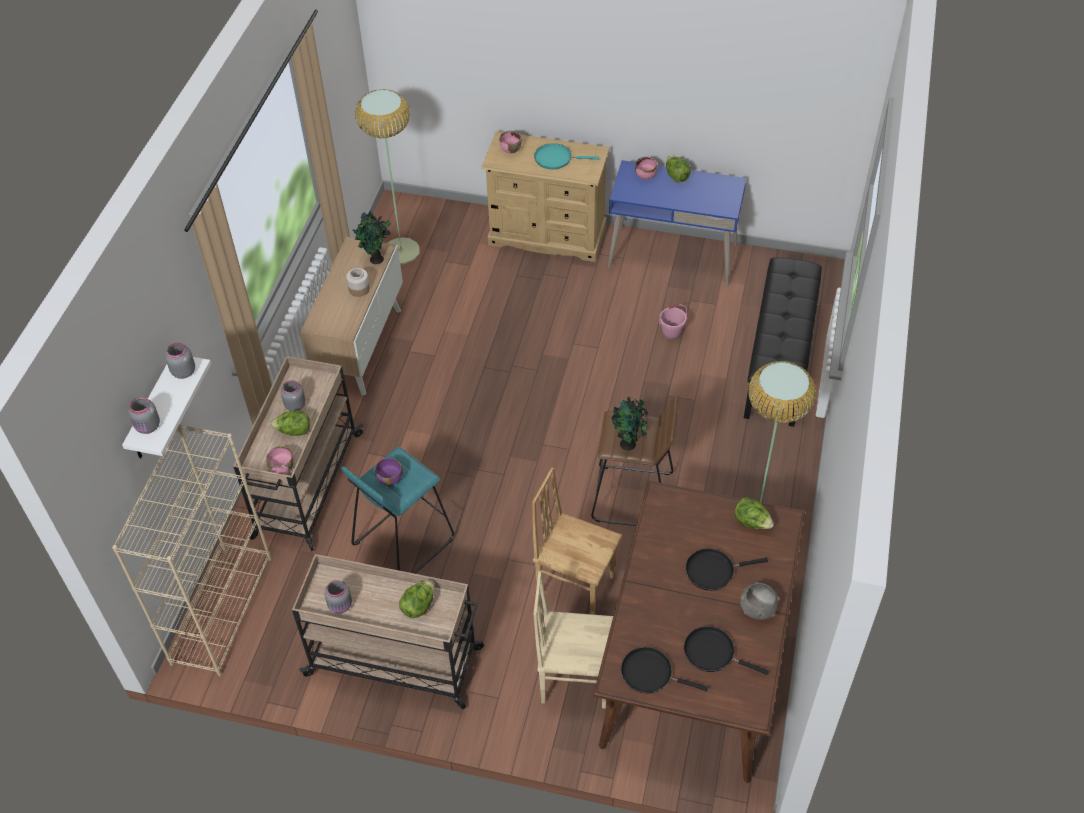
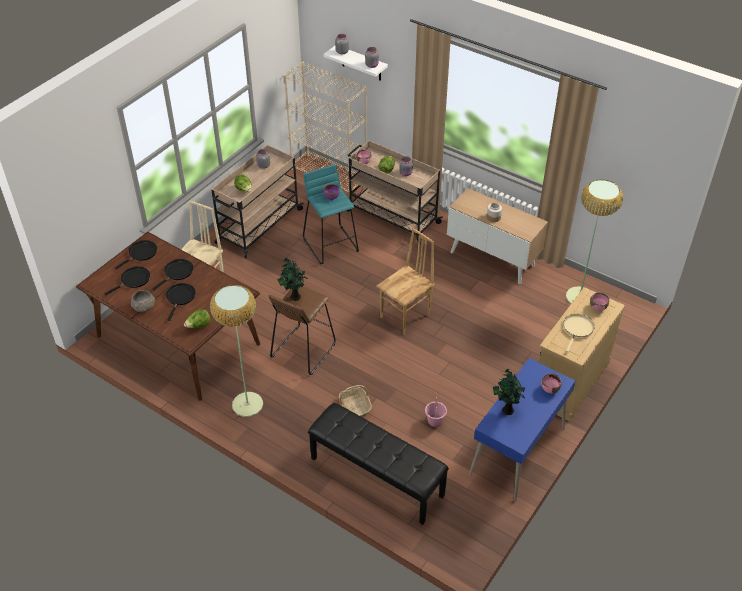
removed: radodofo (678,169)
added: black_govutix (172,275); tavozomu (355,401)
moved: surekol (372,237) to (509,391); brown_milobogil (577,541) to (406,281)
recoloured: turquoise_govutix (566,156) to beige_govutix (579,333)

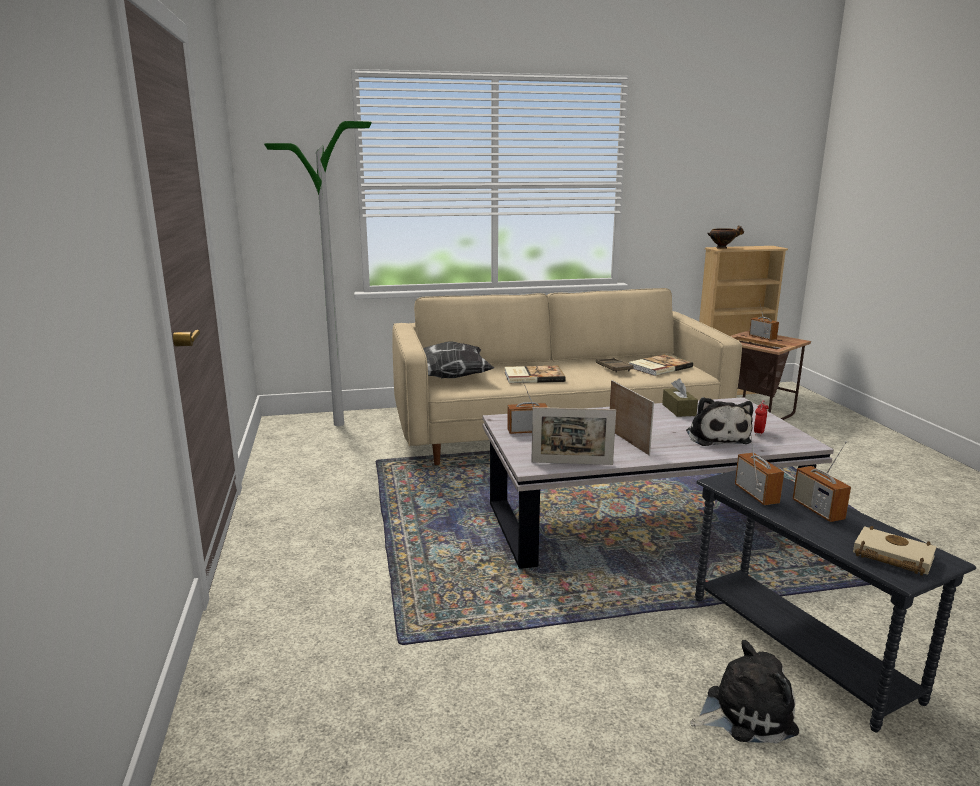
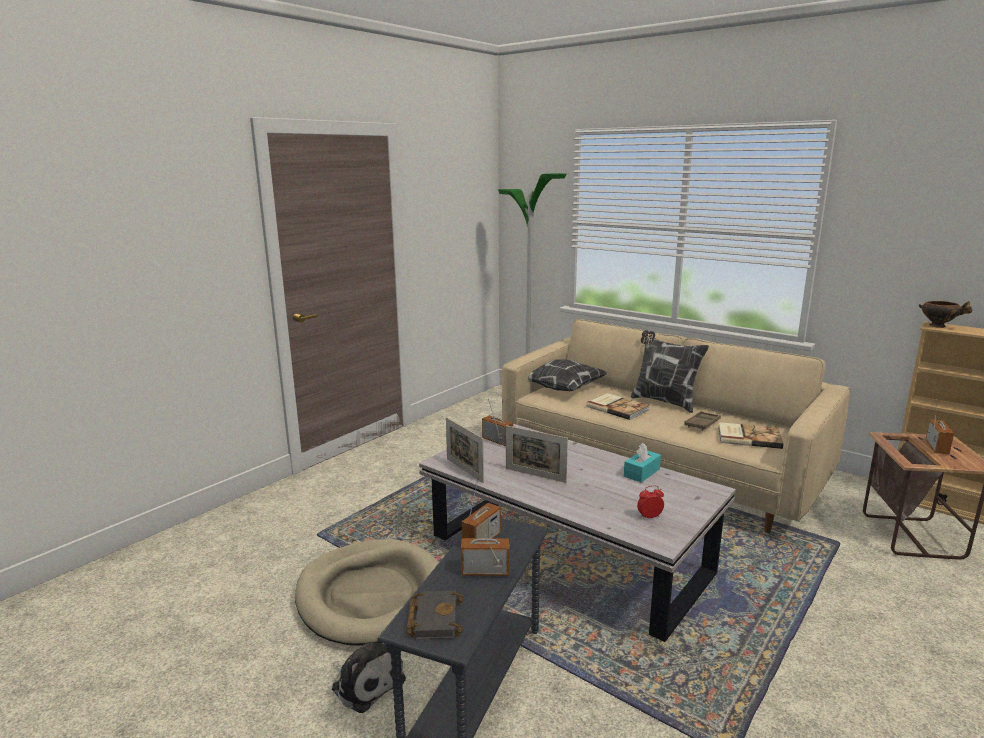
removed: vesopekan (719,421)
added: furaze (670,371); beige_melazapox (367,592)
recoloured: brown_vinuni (680,398) to turquoise_vinuni (642,463); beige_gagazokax (895,551) to black_gagazokax (435,615)
turned: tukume (632,418) = (537,454) 90 degrees clockwise; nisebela (821,481) = (485,546) 60 degrees clockwise

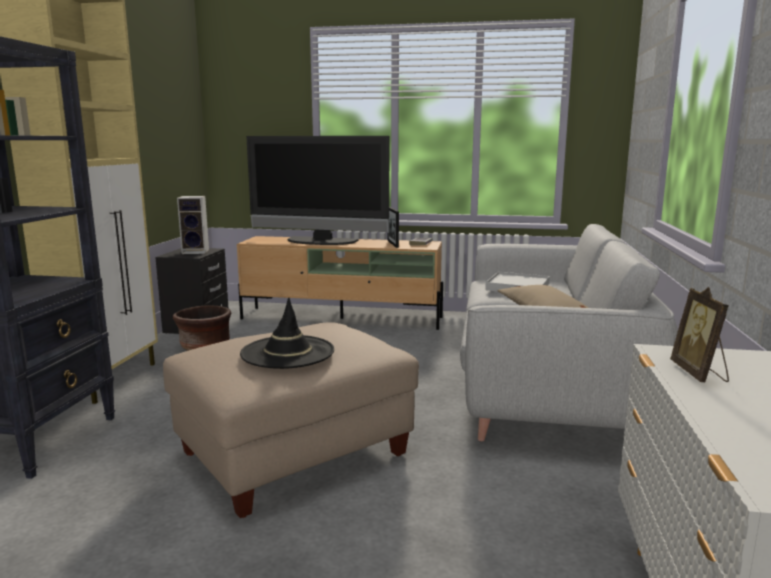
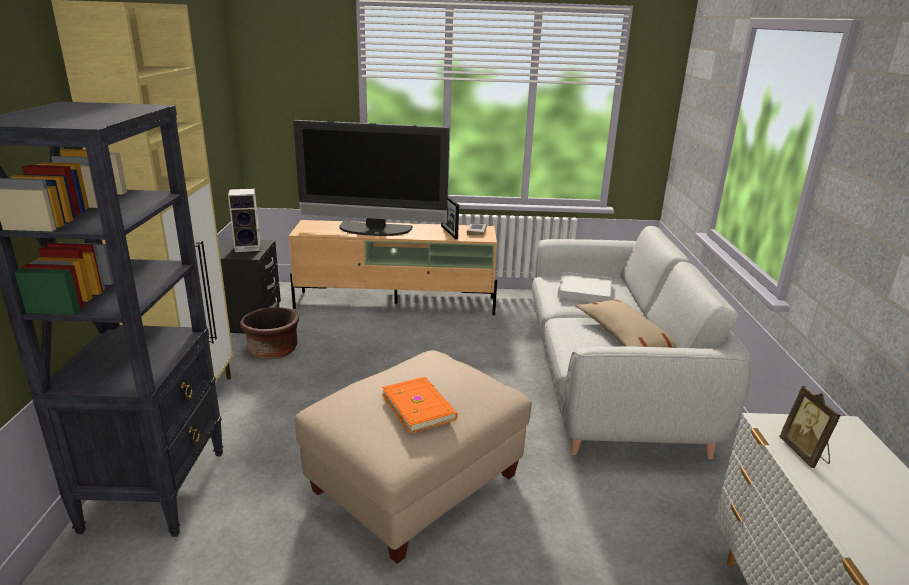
replaced: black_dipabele (287,333) to orange_gagazokax (420,405)

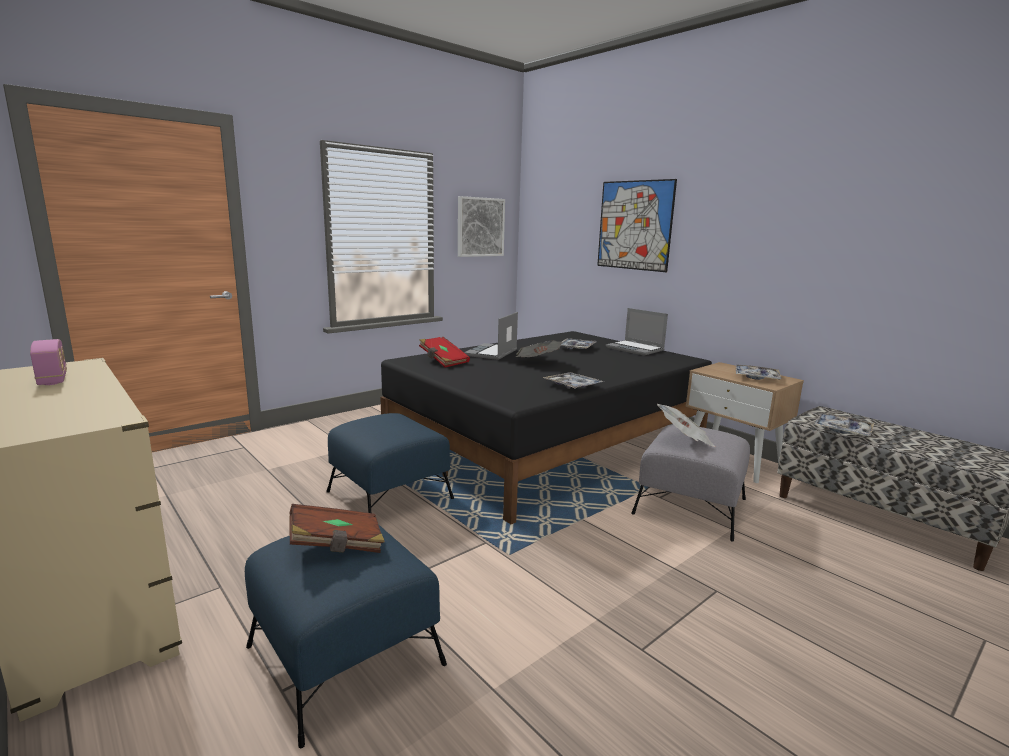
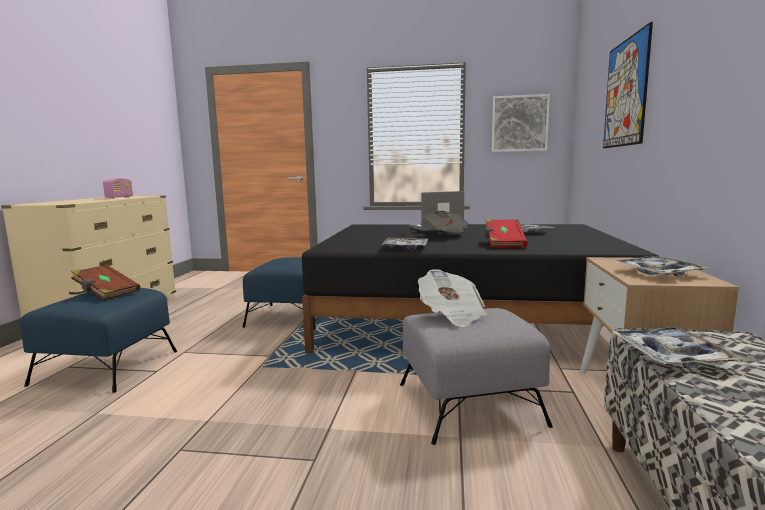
removed: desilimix (637,332)
moved: red_gagazokax (444,352) to (506,233)

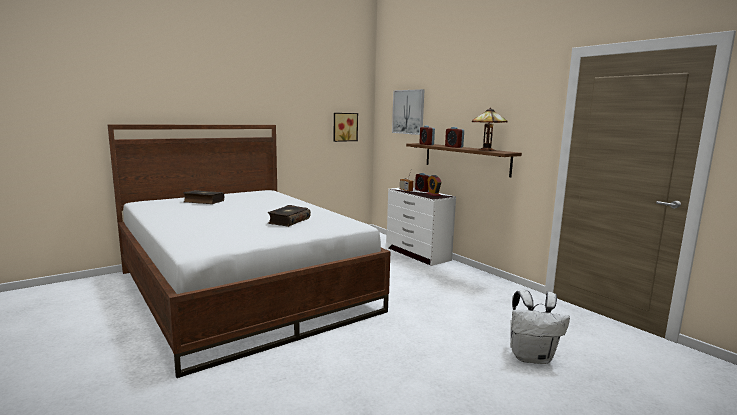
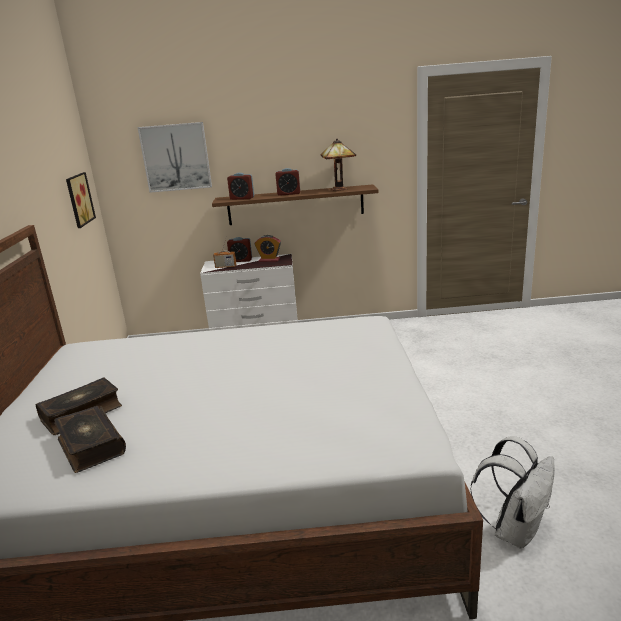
moved: gagazokax (289,216) to (90,439); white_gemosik (540,327) to (512,492)

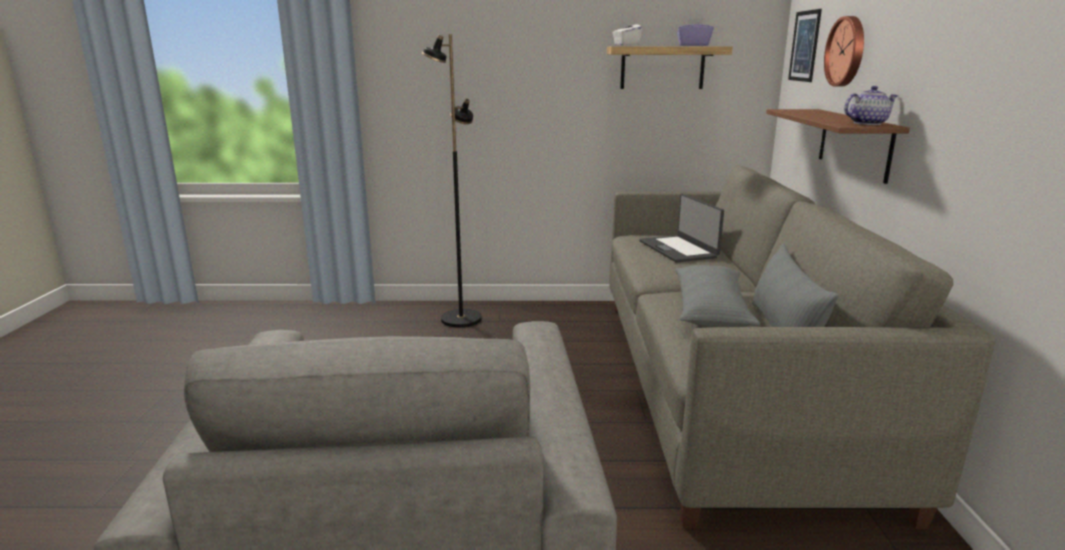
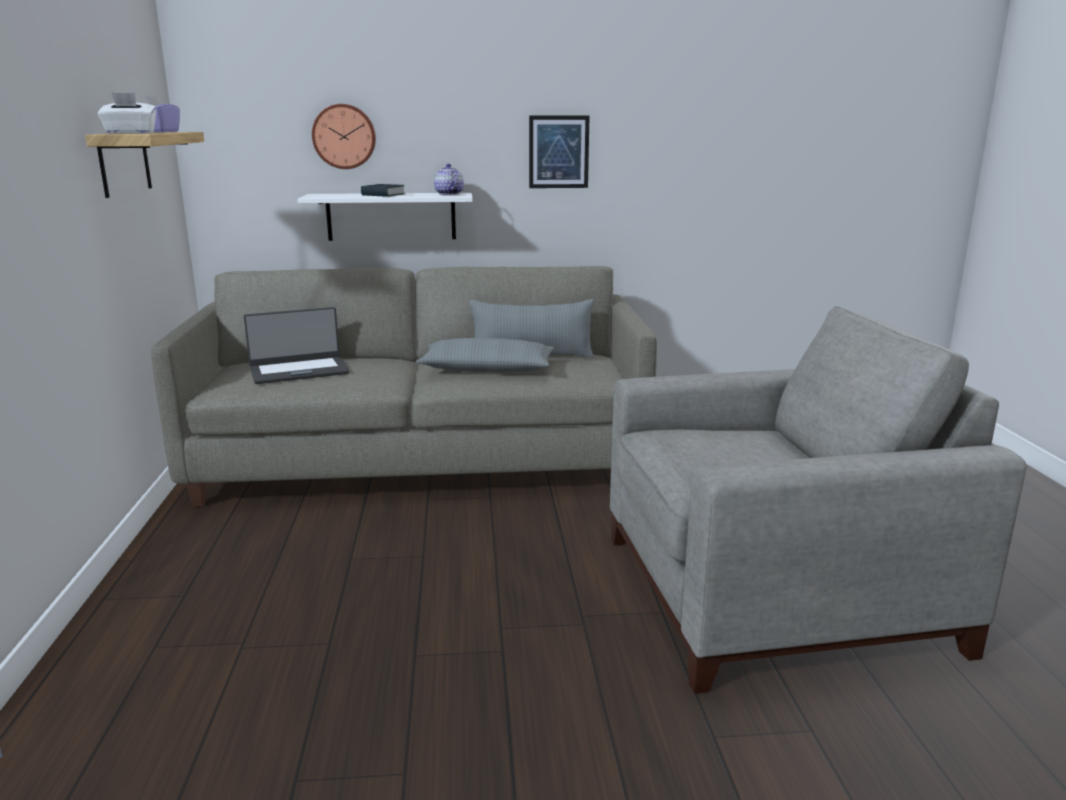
removed: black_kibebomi (452,180)
added: gagazokax (383,190)
moved: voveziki (805,45) to (559,152)
recoloured: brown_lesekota (838,146) to white_lesekota (385,217)

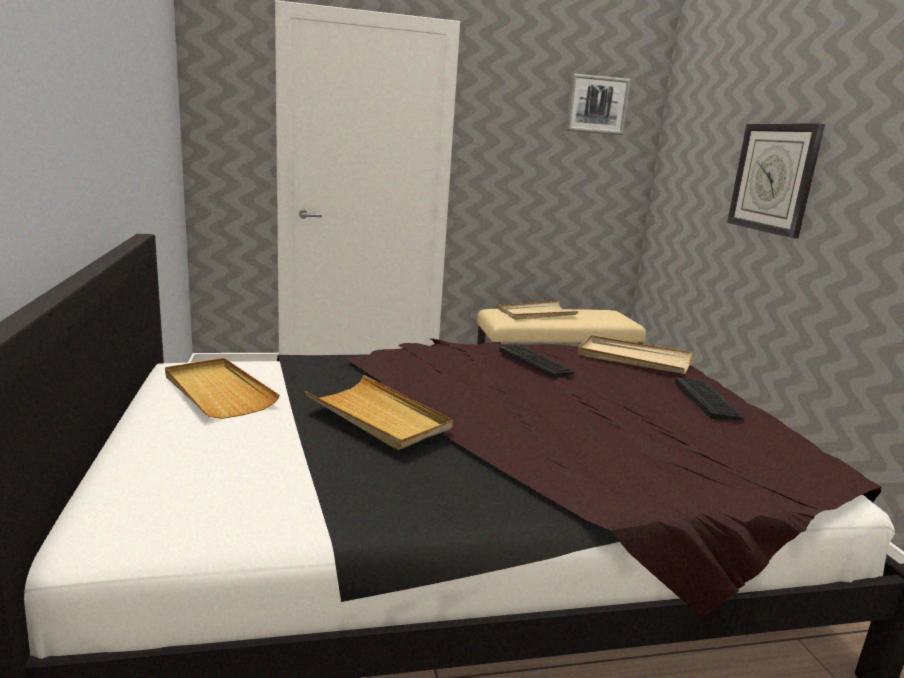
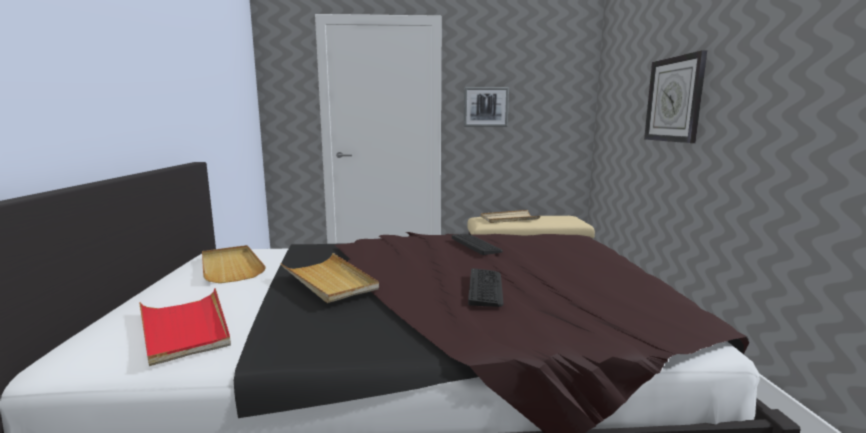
removed: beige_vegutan (635,354)
added: red_vegutan (185,327)
moved: voveziki (598,104) to (486,107); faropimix (709,398) to (486,287)

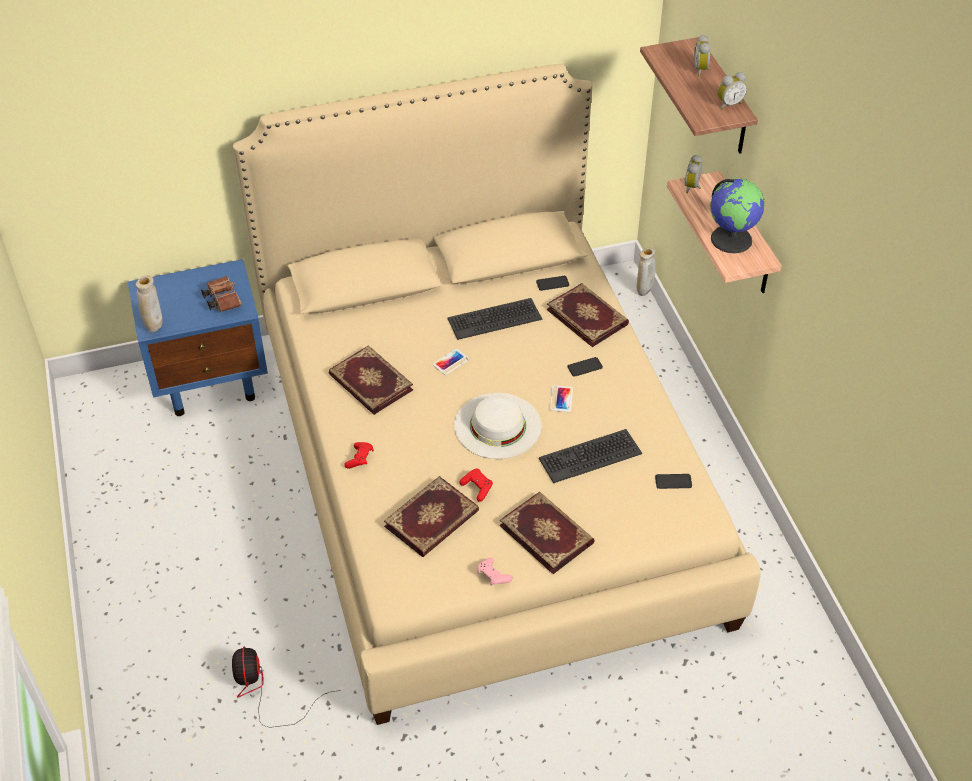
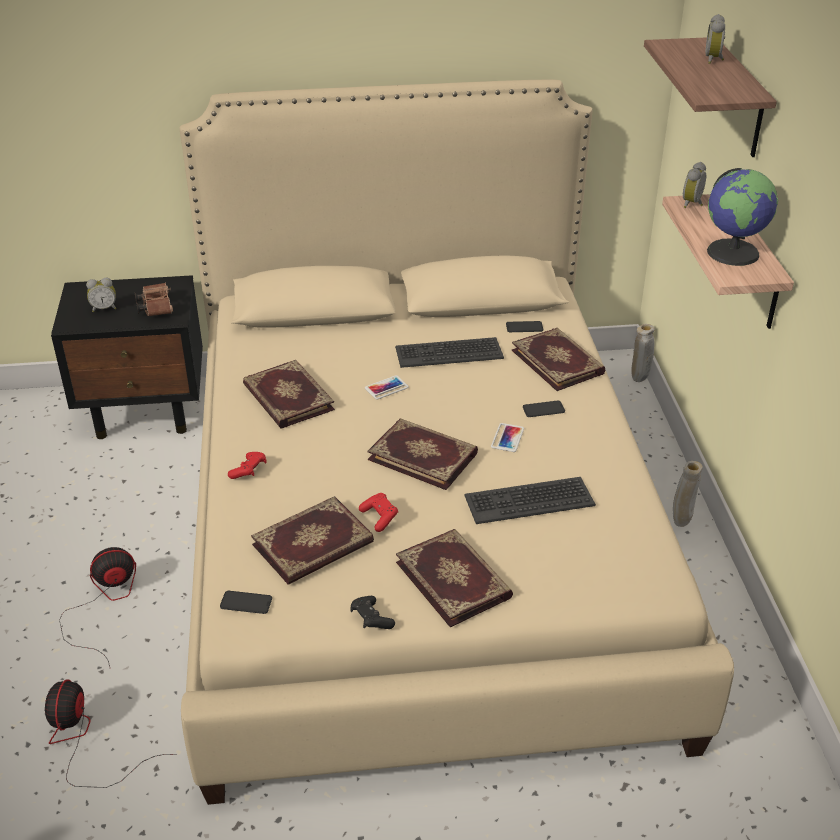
added: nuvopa (97,607)
moved: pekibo (732,90) to (101,295); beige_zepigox (149,303) to (688,494); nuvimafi (673,481) to (246,602)
replaced: white_dipabele (498,426) to gagazokax (422,454)
recoloured: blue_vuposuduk (198,337) to black_vuposuduk (127,357); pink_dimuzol (495,572) to black_dimuzol (372,612)

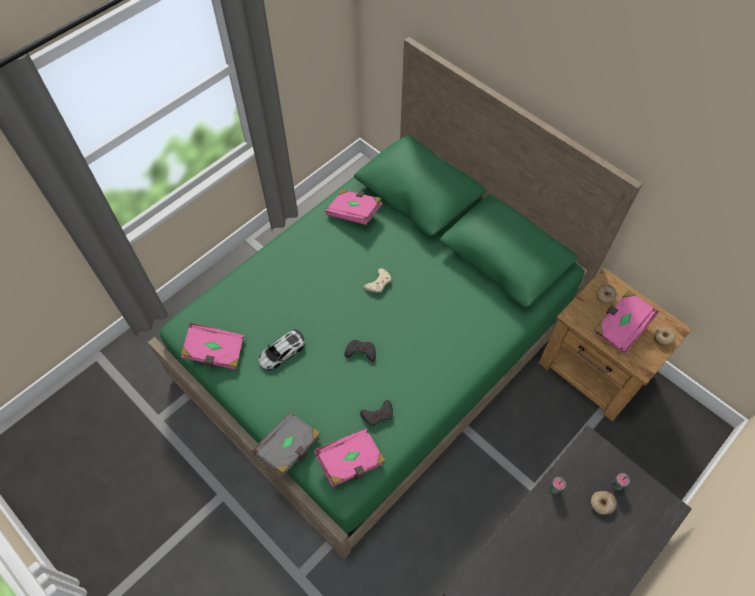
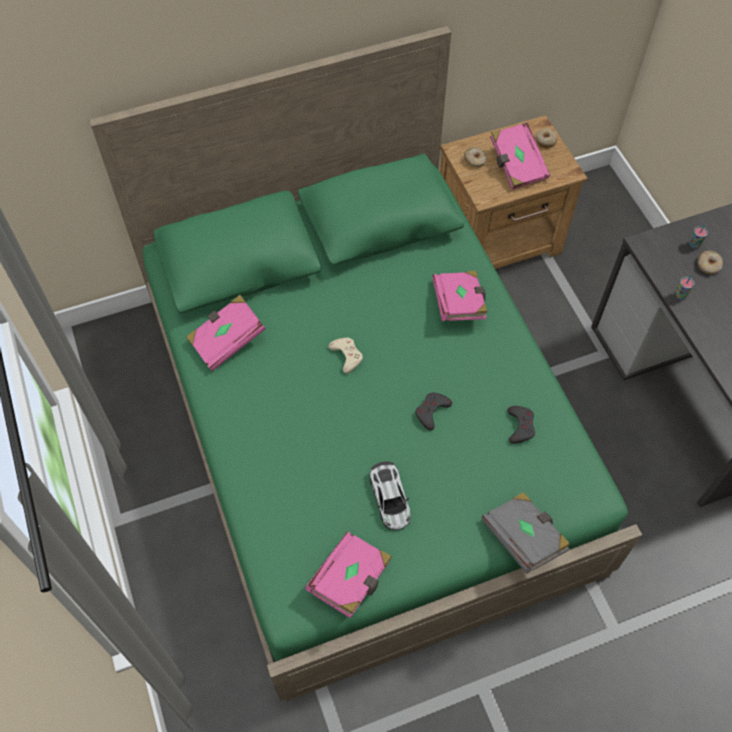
moved: pink_gagazokax (350,457) to (459,296)

